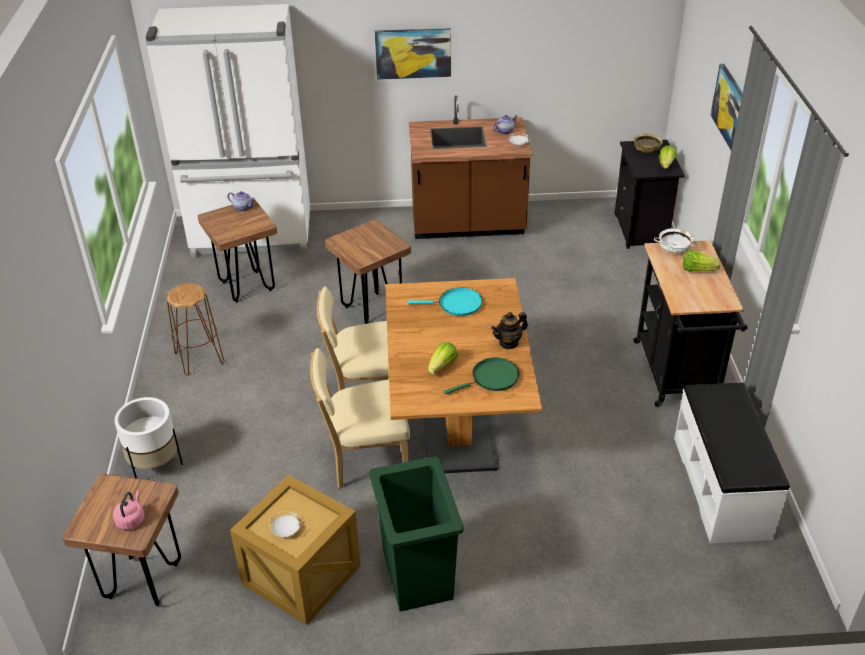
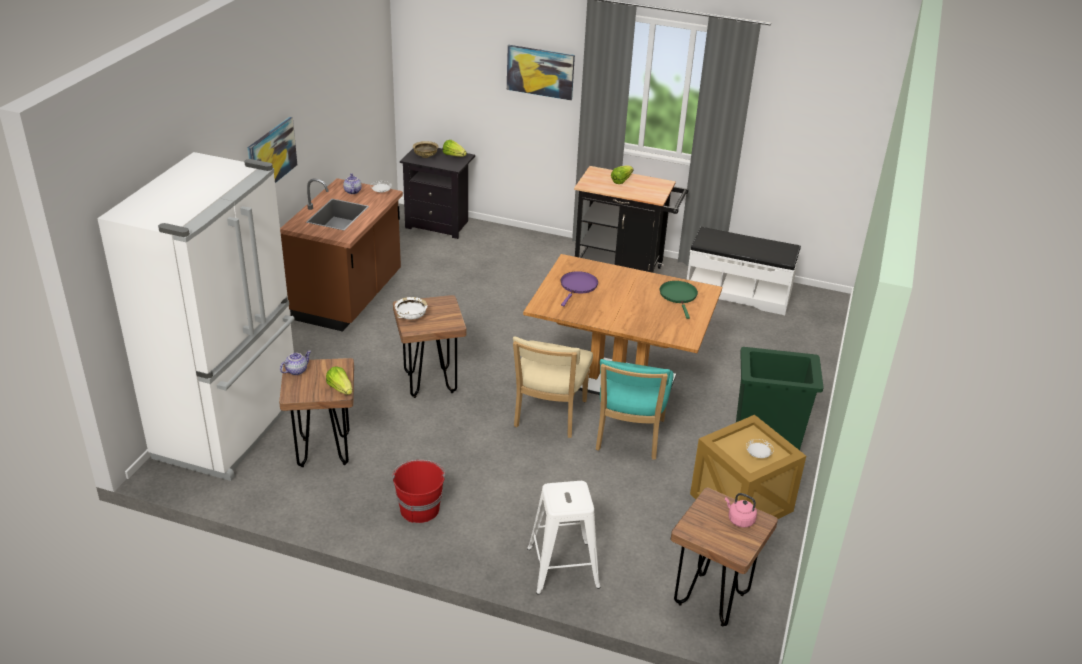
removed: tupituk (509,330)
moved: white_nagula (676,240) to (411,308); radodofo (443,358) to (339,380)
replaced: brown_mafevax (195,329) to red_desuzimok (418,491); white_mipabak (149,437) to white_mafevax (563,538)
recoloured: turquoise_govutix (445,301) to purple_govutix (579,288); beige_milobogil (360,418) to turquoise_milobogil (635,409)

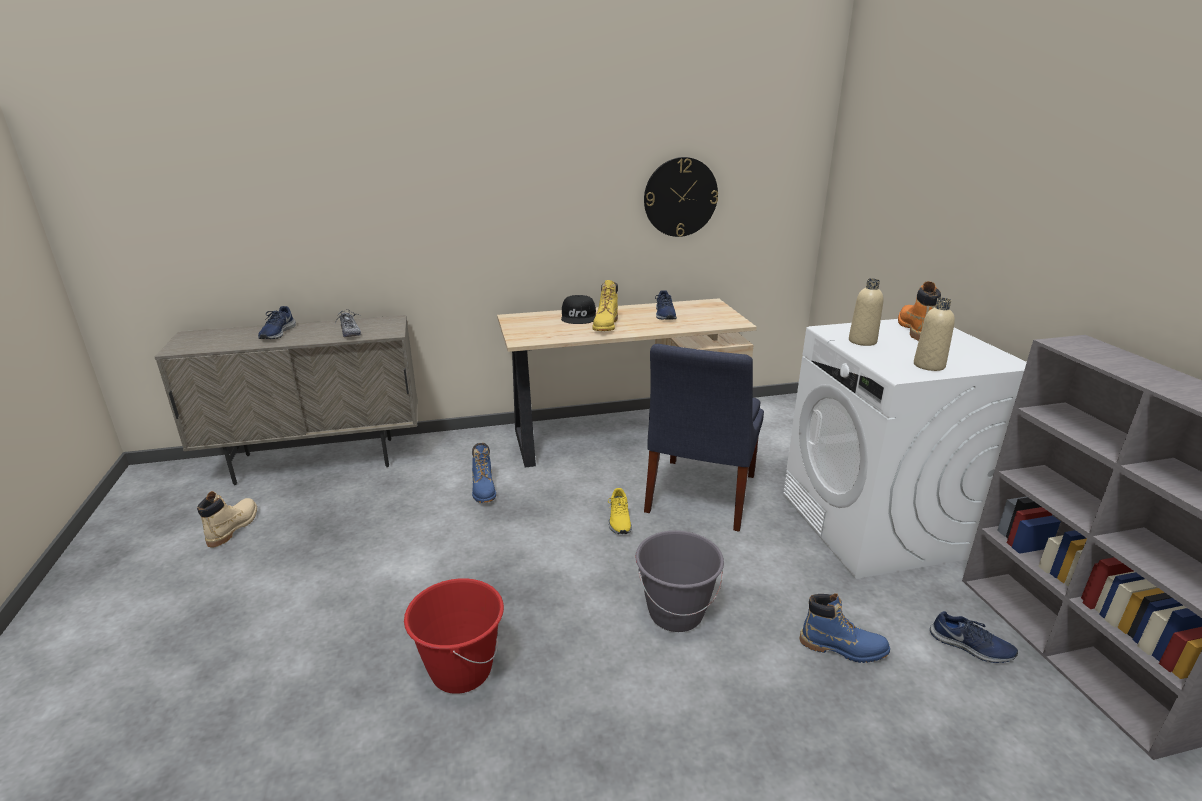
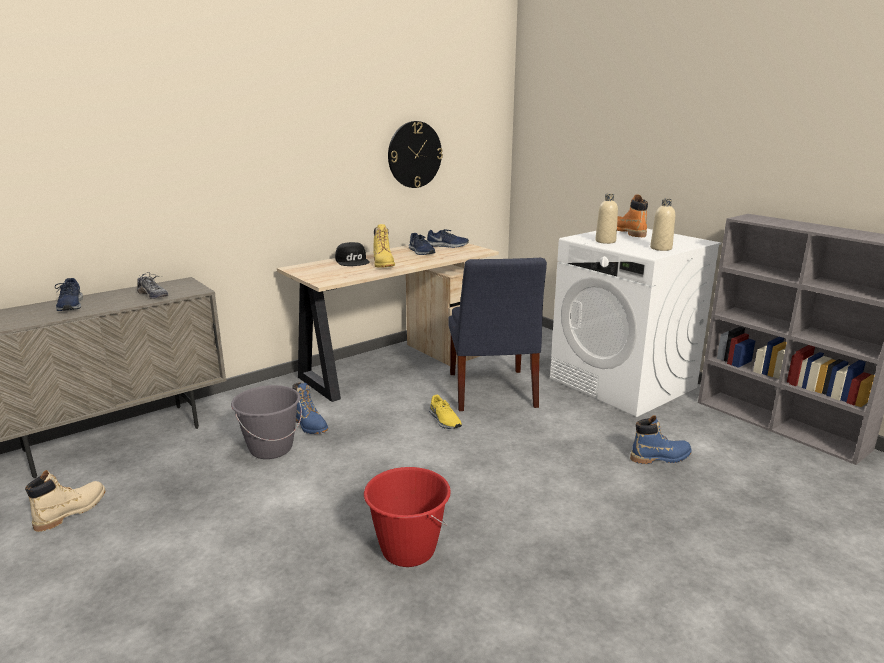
moved: grey_desuzimok (679,581) to (266,422); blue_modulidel (974,637) to (447,238)
turned: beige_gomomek (227,519) = (65,501) 45 degrees clockwise

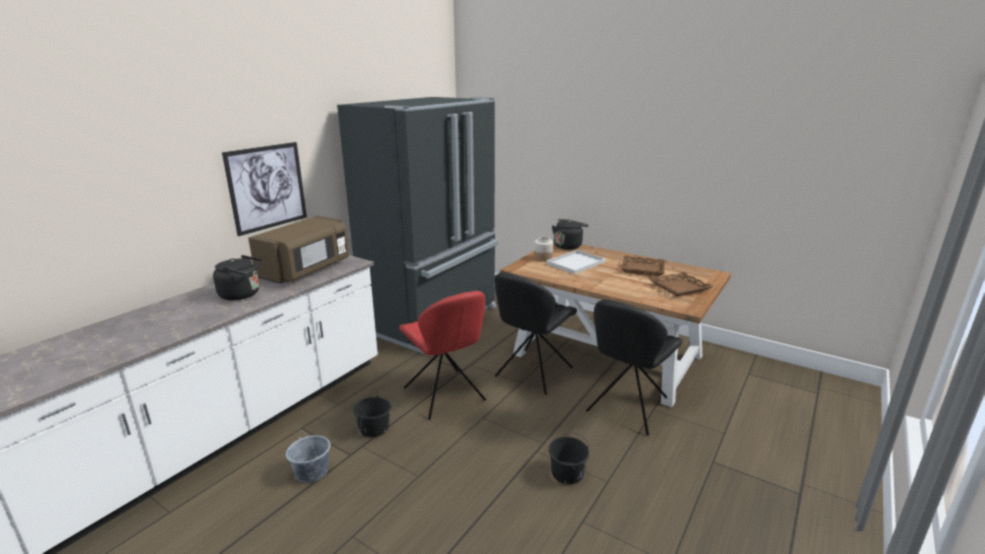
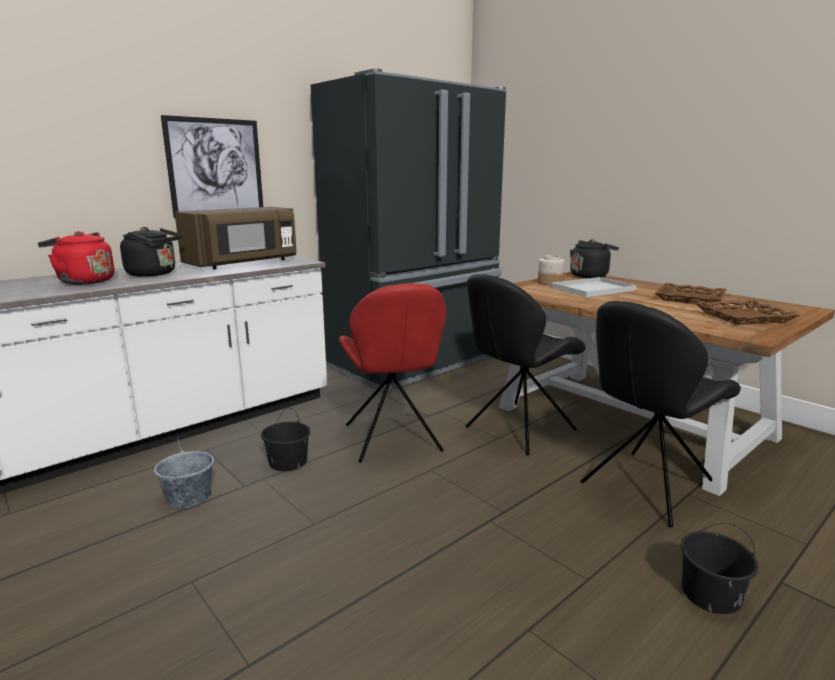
added: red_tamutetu (76,258)
moved: black_desuzimok (569,458) to (719,568)

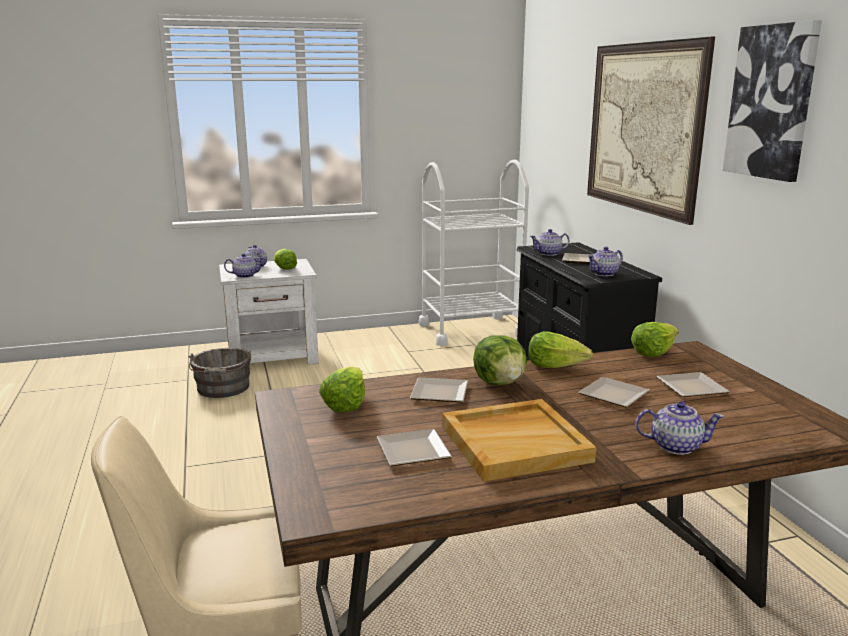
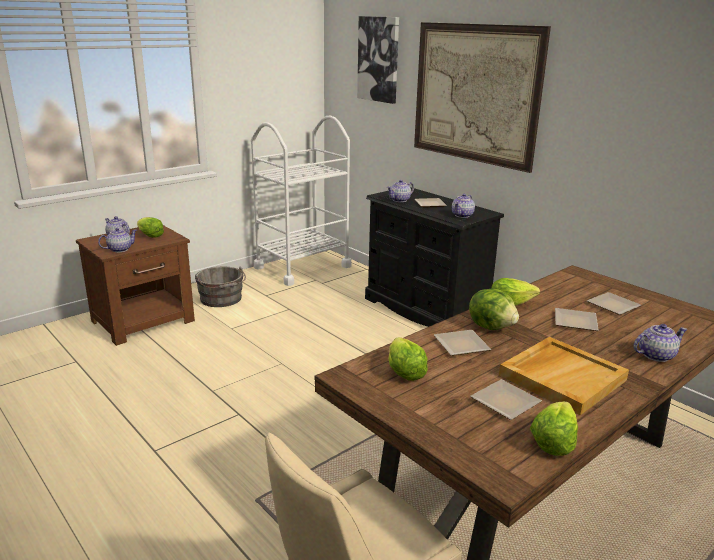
moved: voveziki (772,101) to (378,60); radodofo (655,339) to (554,428); grey_desuzimok (219,373) to (220,286)
recoloured: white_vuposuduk (269,312) to brown_vuposuduk (135,285)

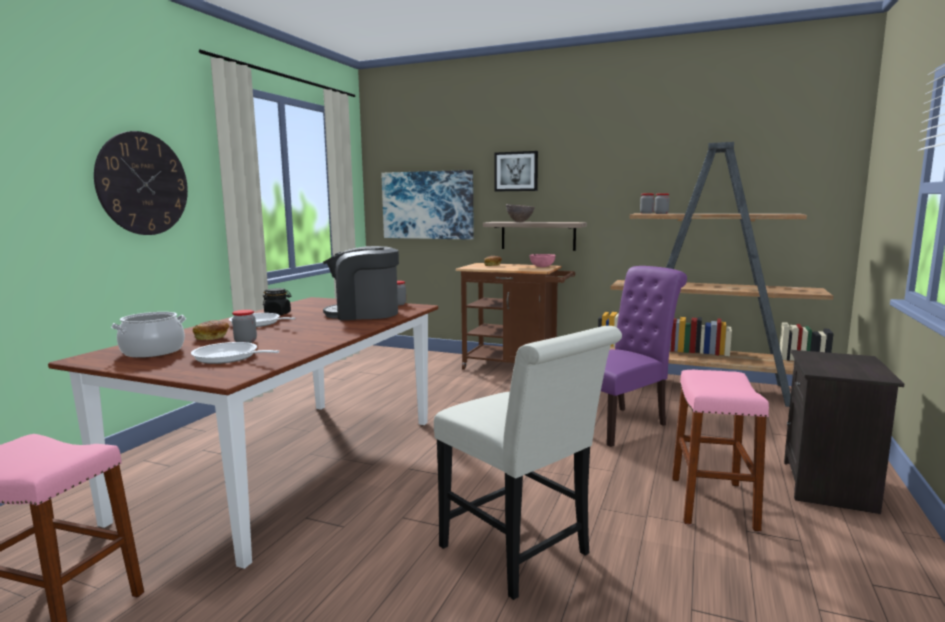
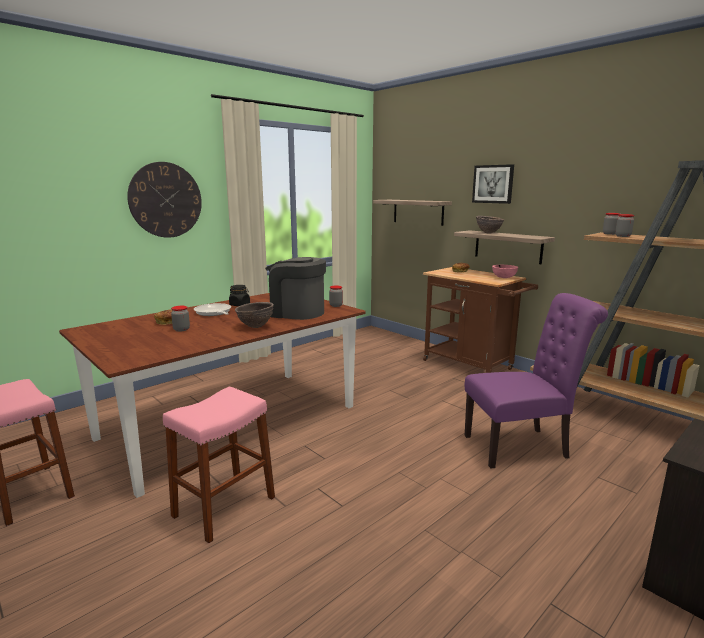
removed: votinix (148,335); white_milobogil (528,463); govutix (235,353)
added: brown_nagula (254,315)
moved: pink_mafevax (720,450) to (219,465)
replaced: voveziki (427,205) to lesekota (412,213)

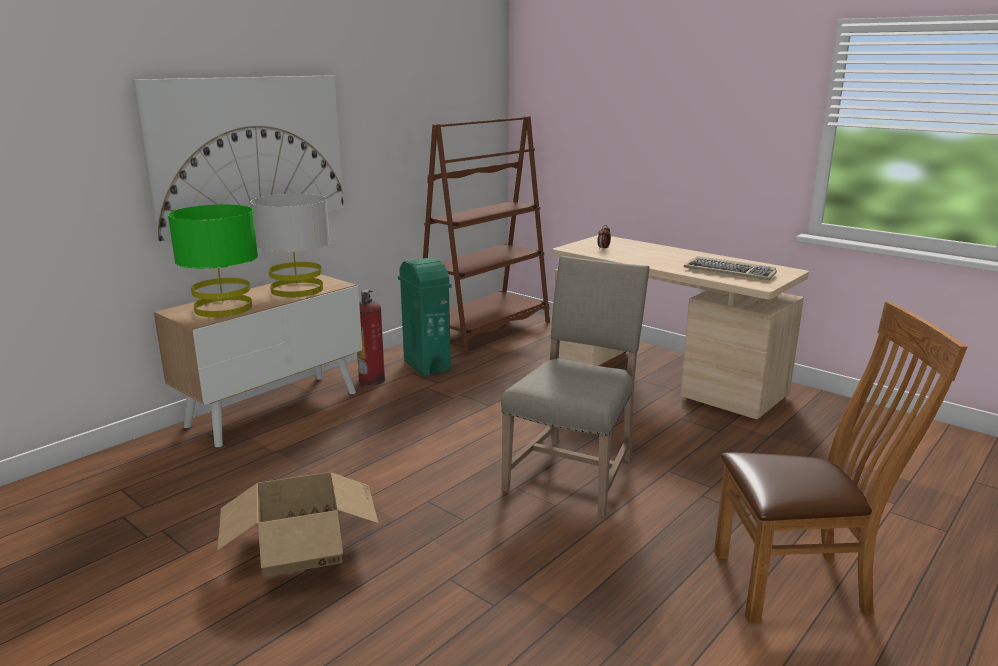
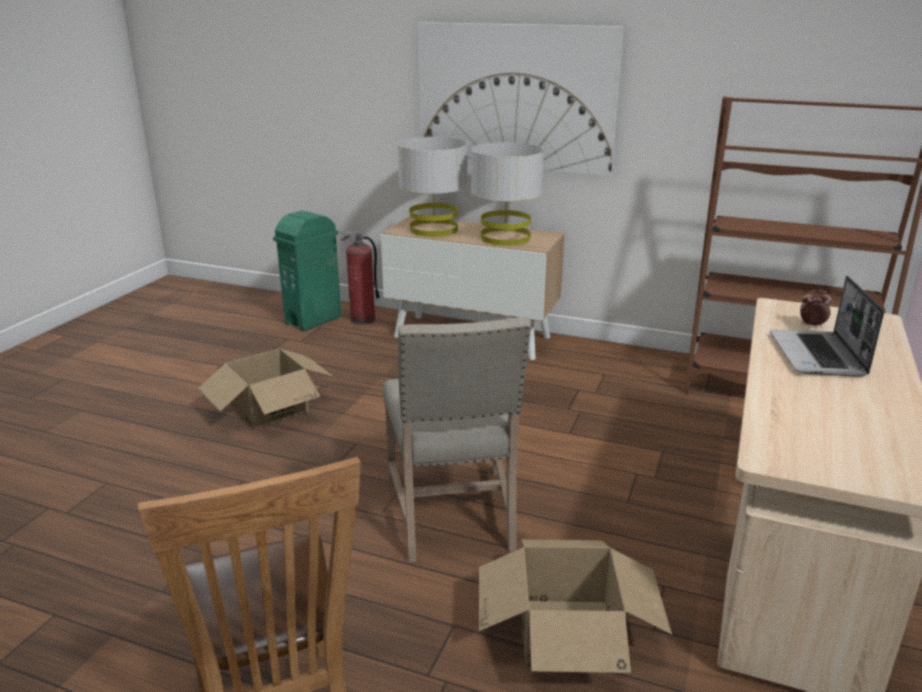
removed: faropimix (730,268)
added: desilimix (827,326); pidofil (575,606)
moved: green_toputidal (424,316) to (307,271); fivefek (371,337) to (360,278)
recoloured: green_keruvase (213,260) to grey_keruvase (432,187)
turned: beige_milobogil (575,386) = (457,439) 75 degrees clockwise

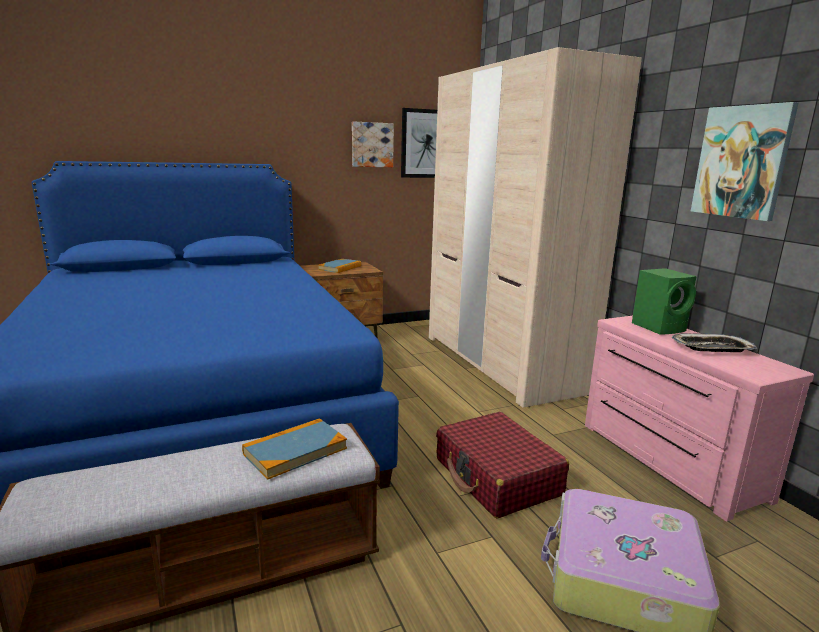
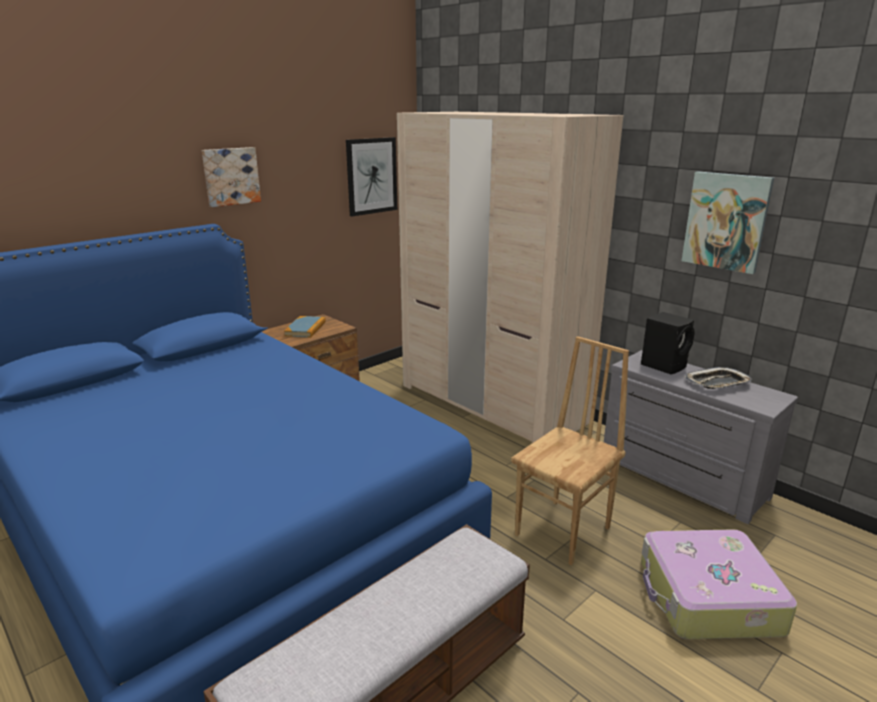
removed: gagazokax (294,449)
moved: voveziki (373,144) to (231,177)
replaced: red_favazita (502,465) to brown_milobogil (570,450)
recoloured: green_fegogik (664,301) to black_fegogik (668,343); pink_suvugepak (699,418) to grey_suvugepak (701,437)

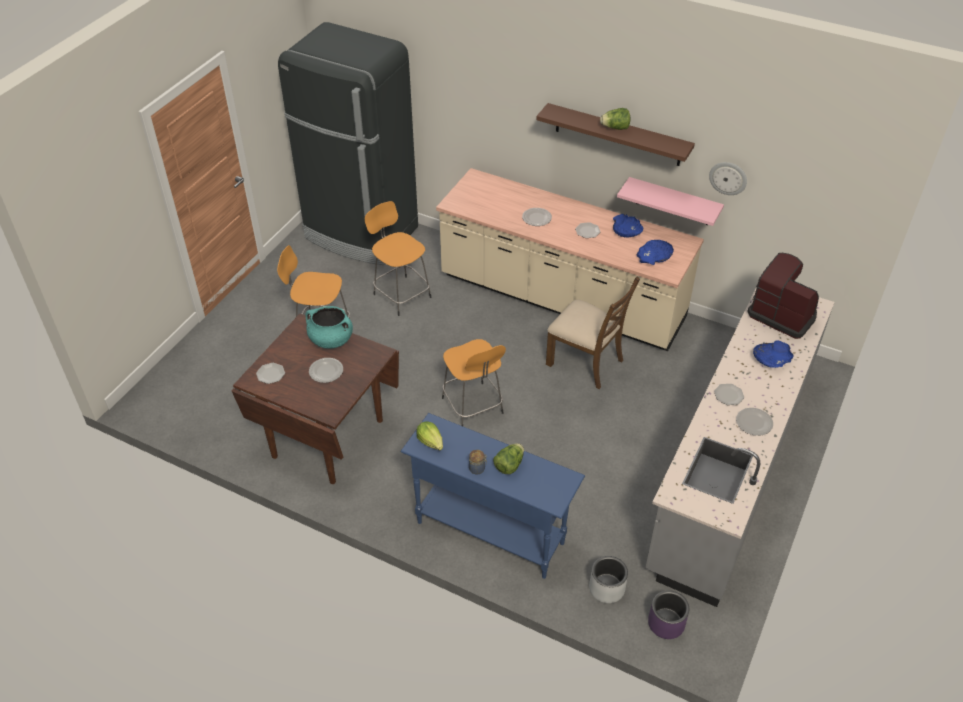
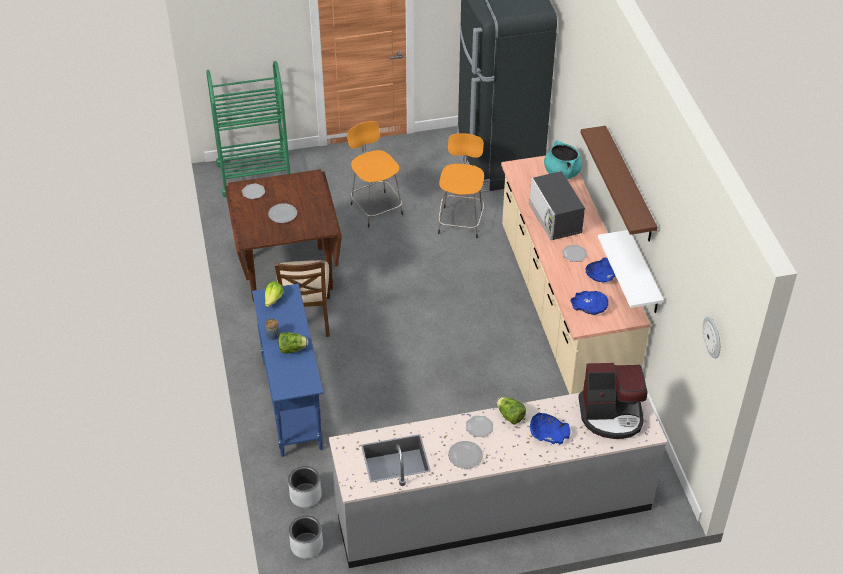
removed: orange_mafevax (474,382)
added: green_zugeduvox (248,129)
moved: radodofo (615,119) to (511,410); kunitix (728,178) to (711,337); brown_milobogil (593,333) to (302,298); turquoise_votinix (329,327) to (563,159)
replaced: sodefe (537,217) to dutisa (557,205)
recoloured: pink_lesekota (670,201) to white_lesekota (631,271); purple_mipabak (668,614) to grey_mipabak (306,537)
turned: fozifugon (783,296) = (613,401) 90 degrees clockwise

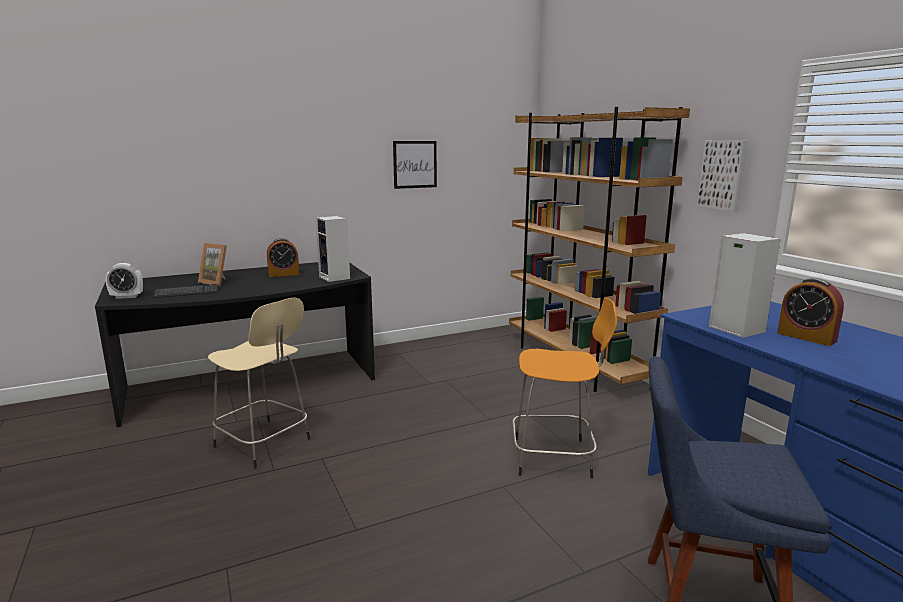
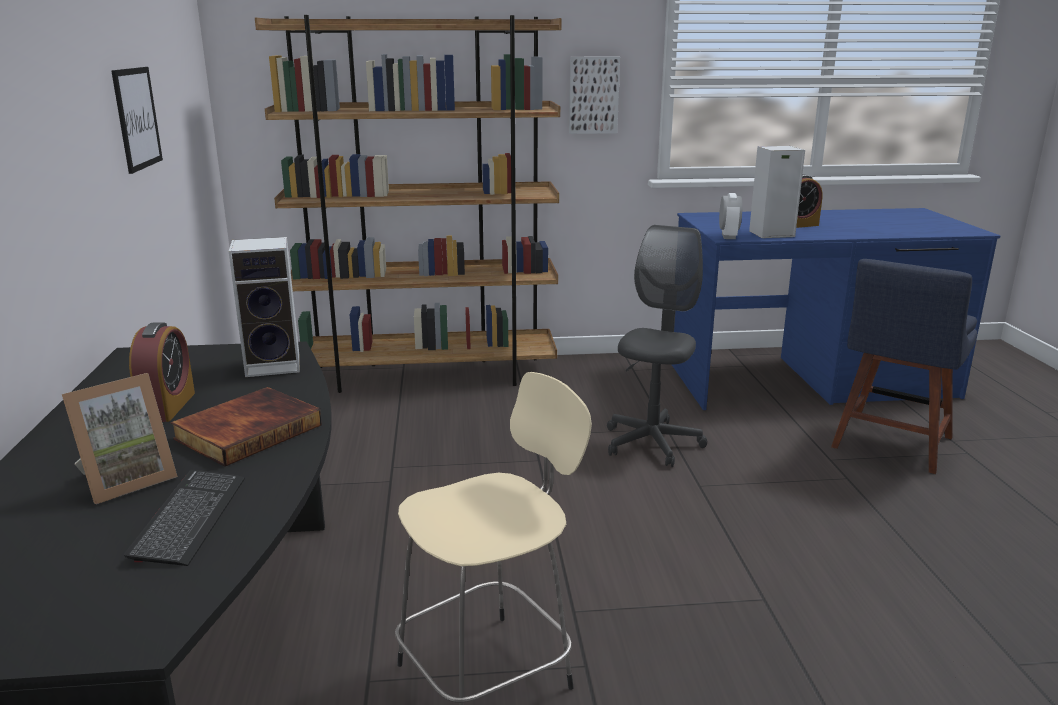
added: gagazokax (246,426)
moved: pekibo (124,281) to (730,216)
replaced: orange_mafevax (564,388) to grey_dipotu (657,346)

